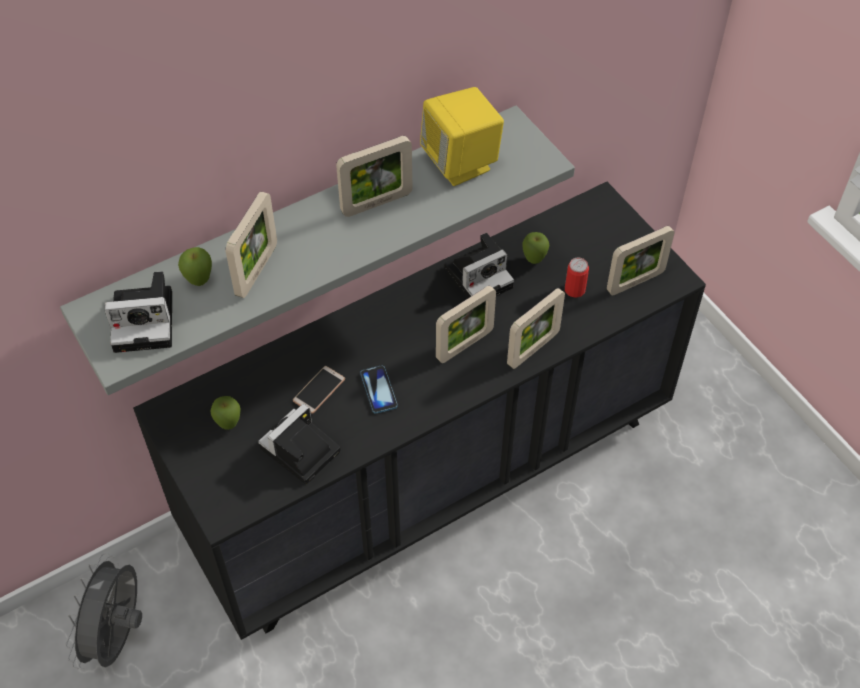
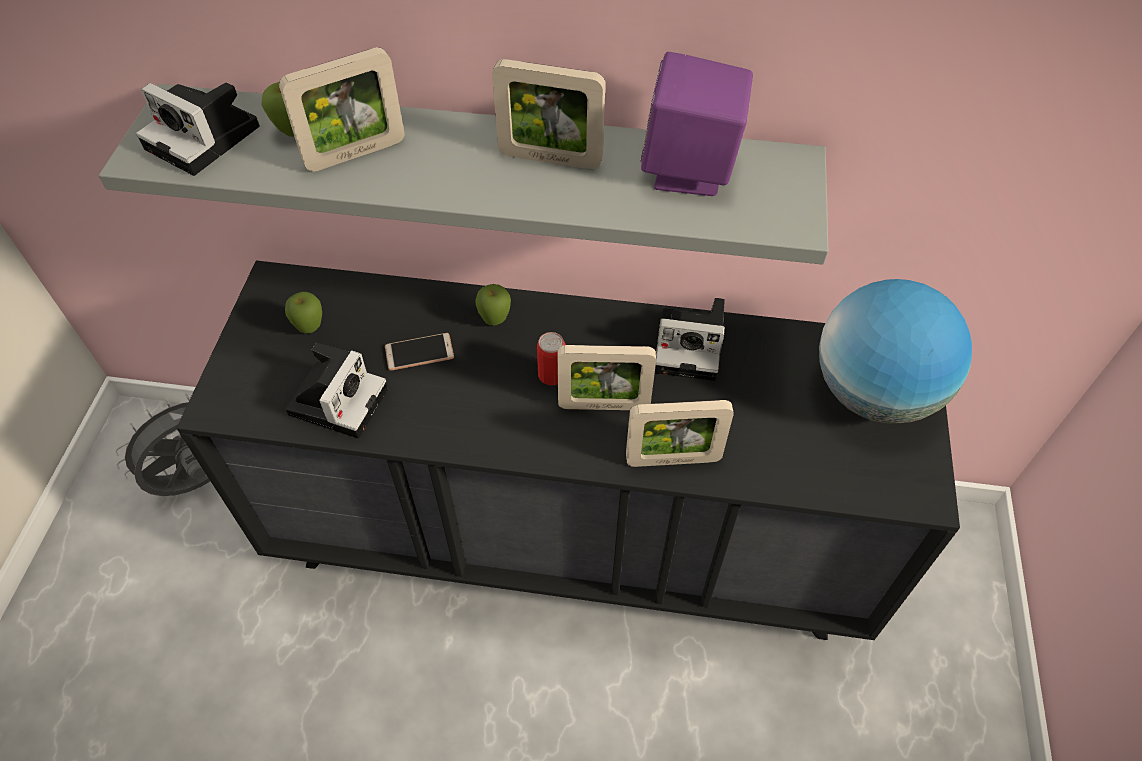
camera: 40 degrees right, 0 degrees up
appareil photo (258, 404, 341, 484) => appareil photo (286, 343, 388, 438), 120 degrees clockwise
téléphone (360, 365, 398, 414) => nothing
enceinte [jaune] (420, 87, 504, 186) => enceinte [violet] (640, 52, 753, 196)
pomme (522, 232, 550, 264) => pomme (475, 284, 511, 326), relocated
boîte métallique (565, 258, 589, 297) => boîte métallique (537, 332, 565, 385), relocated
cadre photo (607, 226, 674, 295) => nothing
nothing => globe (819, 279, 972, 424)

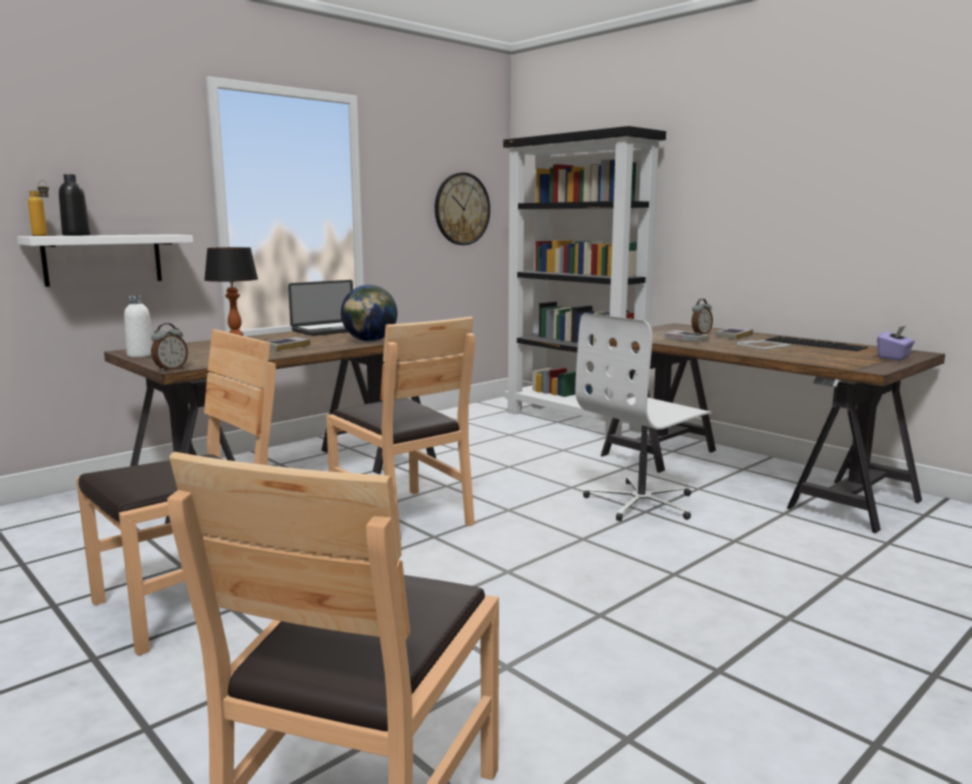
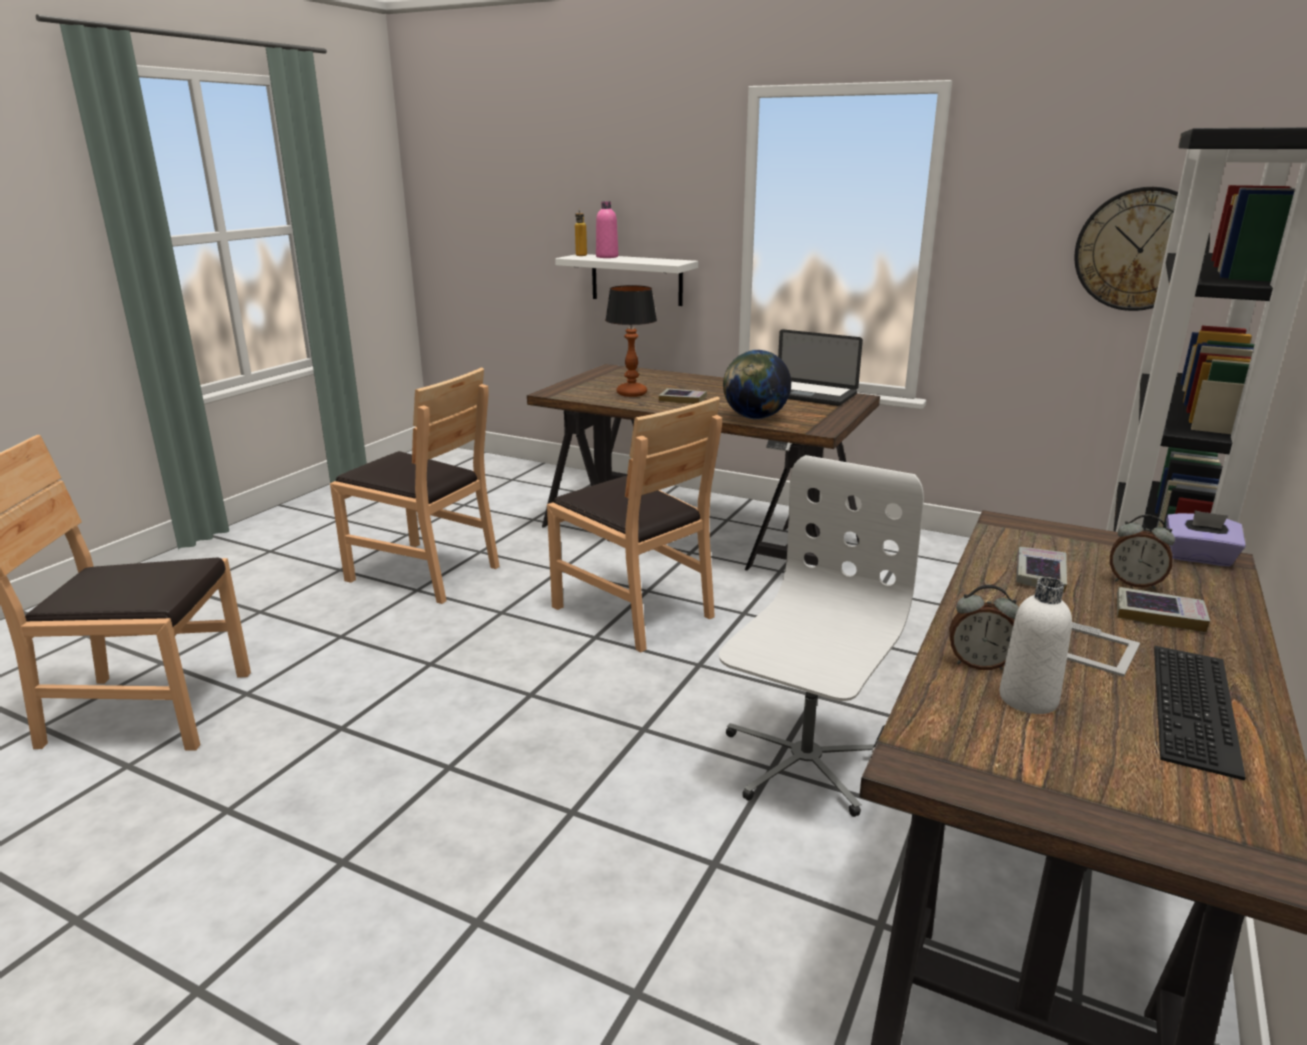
camera: 70 degrees right, 10 degrees up
bouteille [noir] (59, 174, 91, 236) => bouteille [rose] (596, 201, 618, 258)
bouteille [blanc] (124, 295, 153, 358) => bouteille [blanc] (999, 577, 1072, 714), relocated
réveil (151, 323, 188, 372) => réveil (949, 585, 1019, 670), relocated
chaise [marron] (326, 316, 475, 547) => chaise [marron] (547, 397, 722, 652), 75 degrees counterclockwise
chaise de bureau [blanc] (575, 313, 712, 521) => chaise de bureau [blanc] (719, 455, 924, 817), 90 degrees clockwise
boîte à mouchoirs [violet] (877, 326, 915, 360) => boîte à mouchoirs [violet] (1166, 510, 1246, 567), relocated

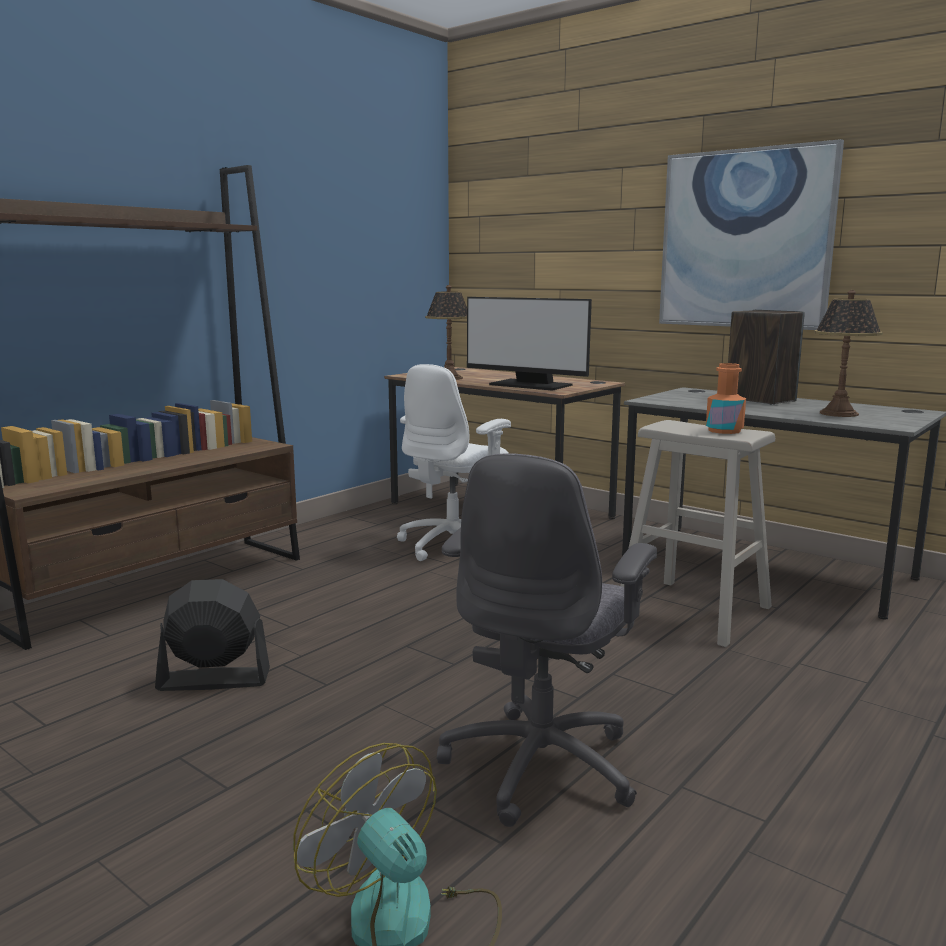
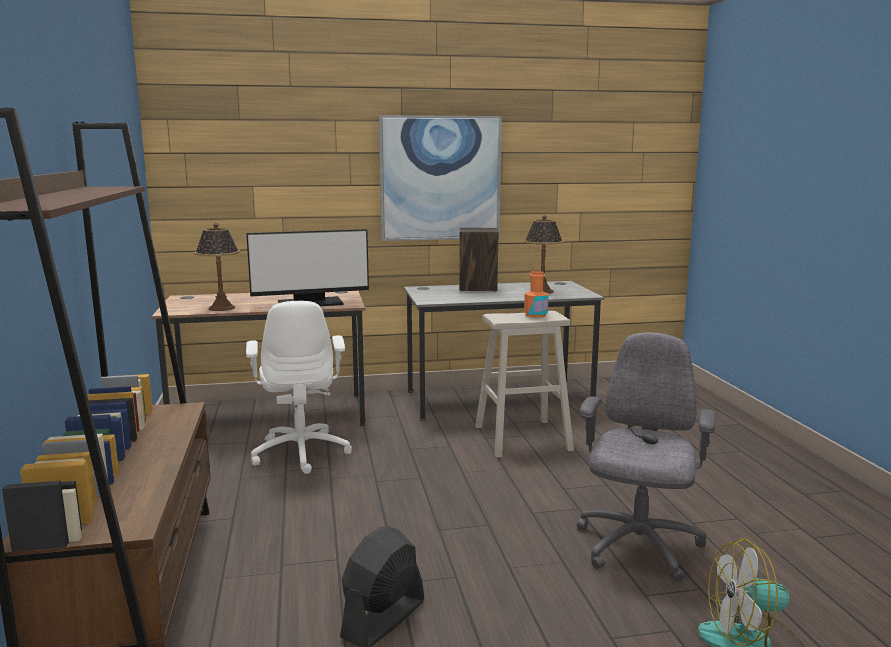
camera: 50 degrees left, 0 degrees up
chaise de bureau [gris] (437, 453, 657, 827) => chaise de bureau [gris] (576, 333, 716, 582), 135 degrees counterclockwise

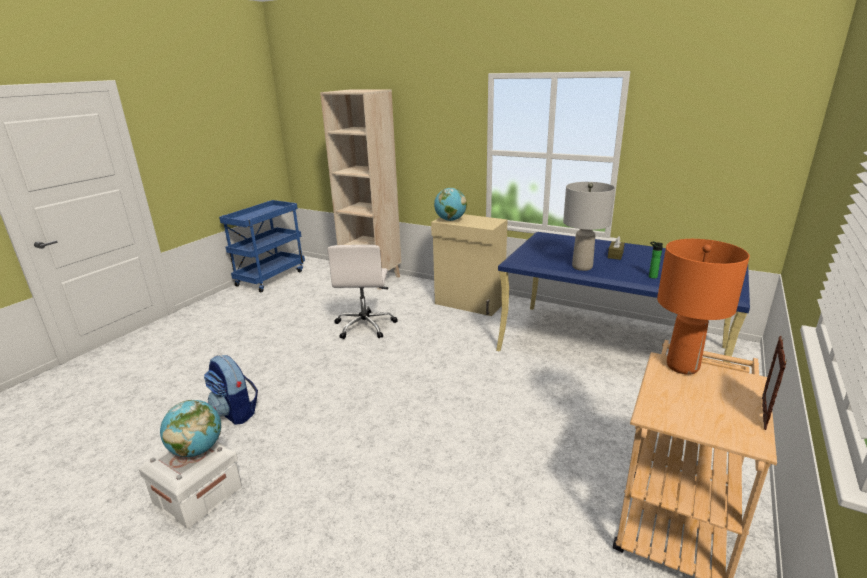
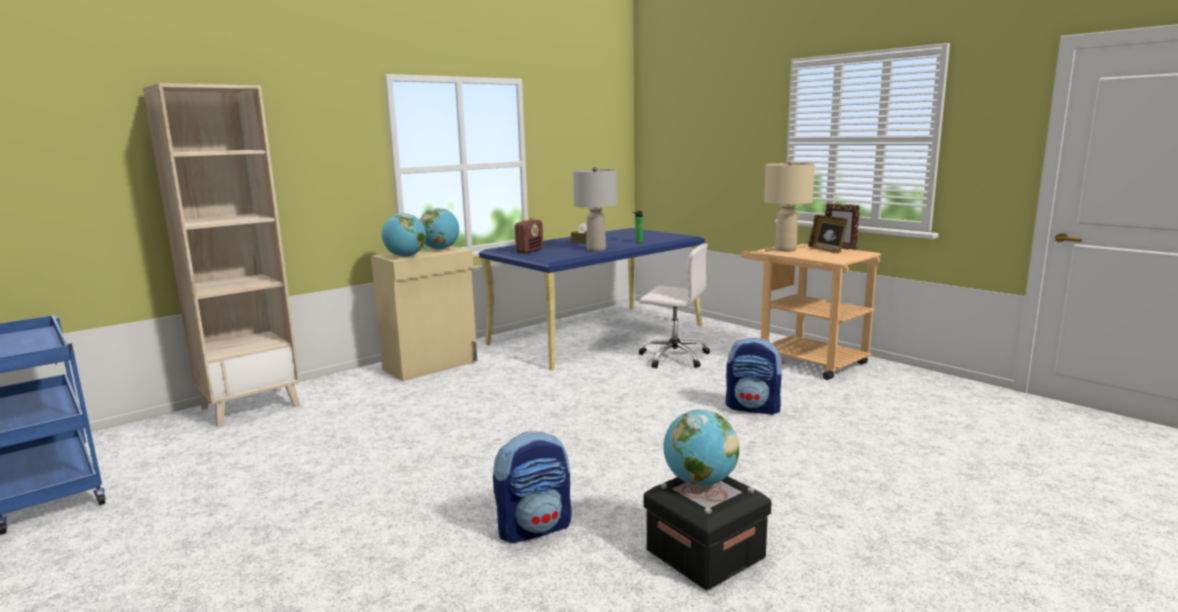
camera: 70 degrees left, 10 degrees down
boîte de rangement [blanc] (138, 441, 242, 528) => boîte de rangement [noir] (643, 476, 771, 590)
chaise de bureau [blanc] (327, 245, 398, 339) => chaise de bureau [blanc] (639, 243, 710, 368), relocated
lampe de table [orange] (657, 239, 750, 375) => lampe de table [beige] (764, 160, 815, 252)
nothing => globe (419, 208, 459, 250)
nothing => radio (515, 218, 543, 253)
nothing => sac à dos (726, 338, 785, 415)
nothing => cadre photo (808, 215, 848, 254)

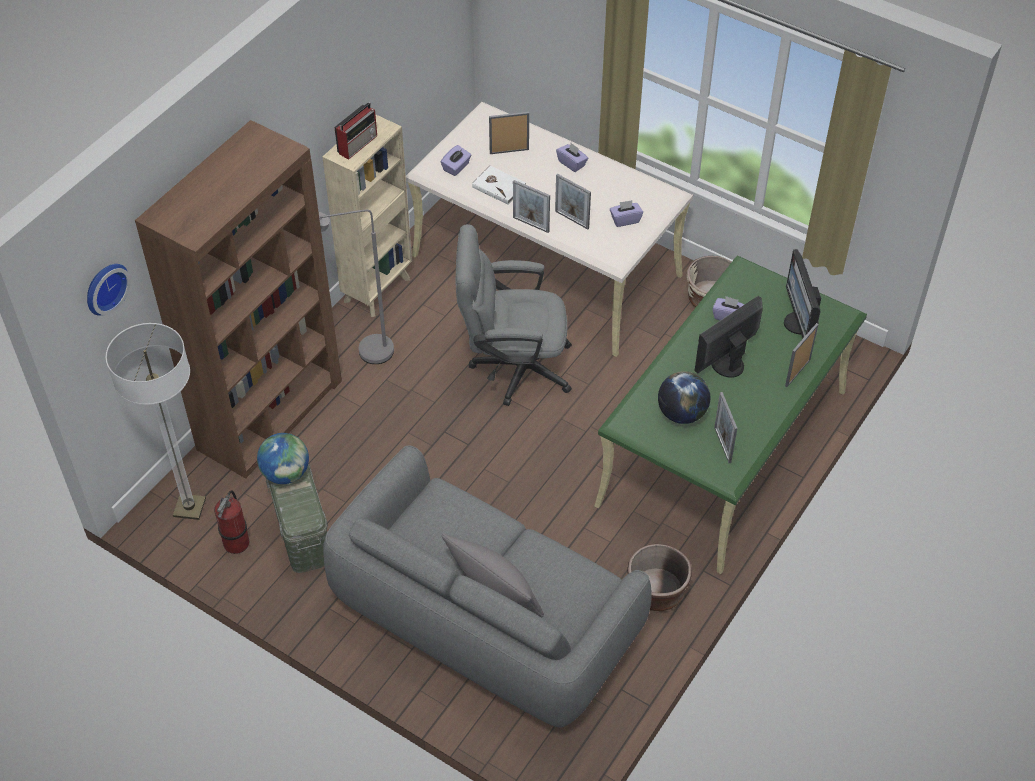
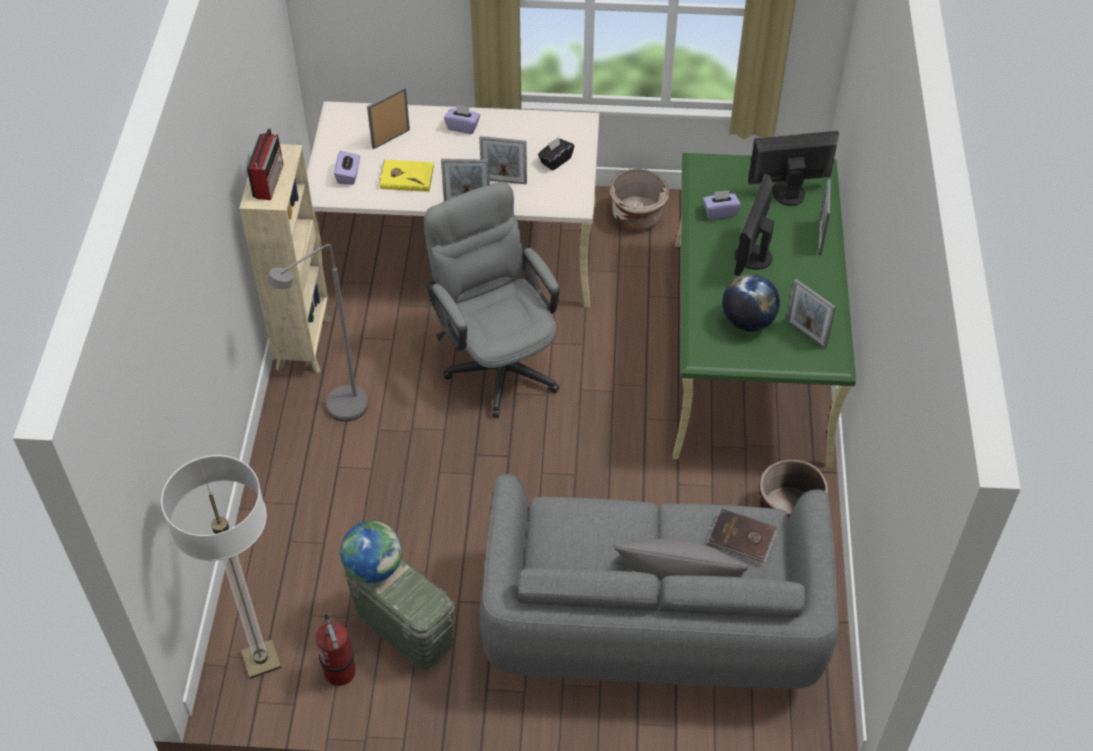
camera: 30 degrees left, 0 degrees up
horloge murale (87, 264, 131, 316) => nothing
bibliothèque [marron] (135, 120, 342, 479) => nothing
chaise de bureau [gris] (456, 224, 572, 406) => chaise de bureau [gris] (424, 181, 560, 418), 90 degrees clockwise
livre [blanc] (472, 165, 526, 205) => livre [jaune] (378, 160, 435, 192)
boîte à mouchoirs [violet] (610, 200, 643, 227) => boîte à mouchoirs [noir] (538, 137, 574, 171)
écran d'ordinateur (784, 249, 821, 338) => écran d'ordinateur (748, 131, 839, 206), 120 degrees clockwise
nothing => livre [marron] (707, 509, 777, 565)

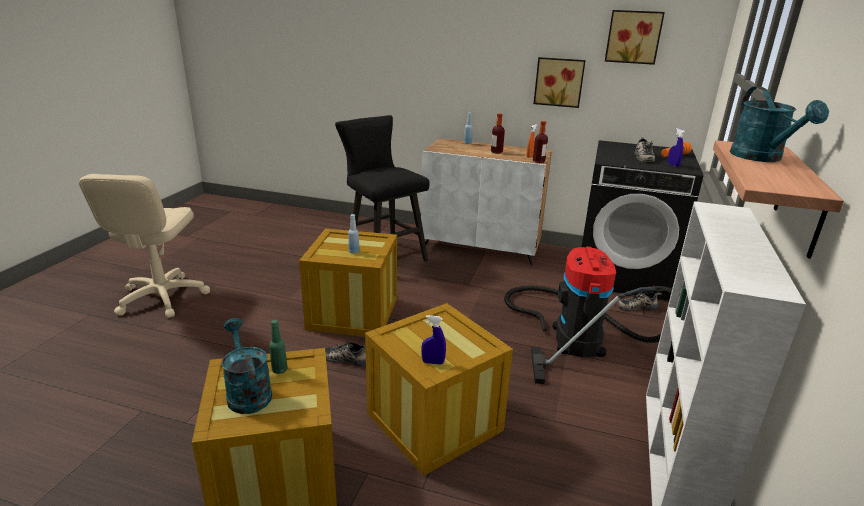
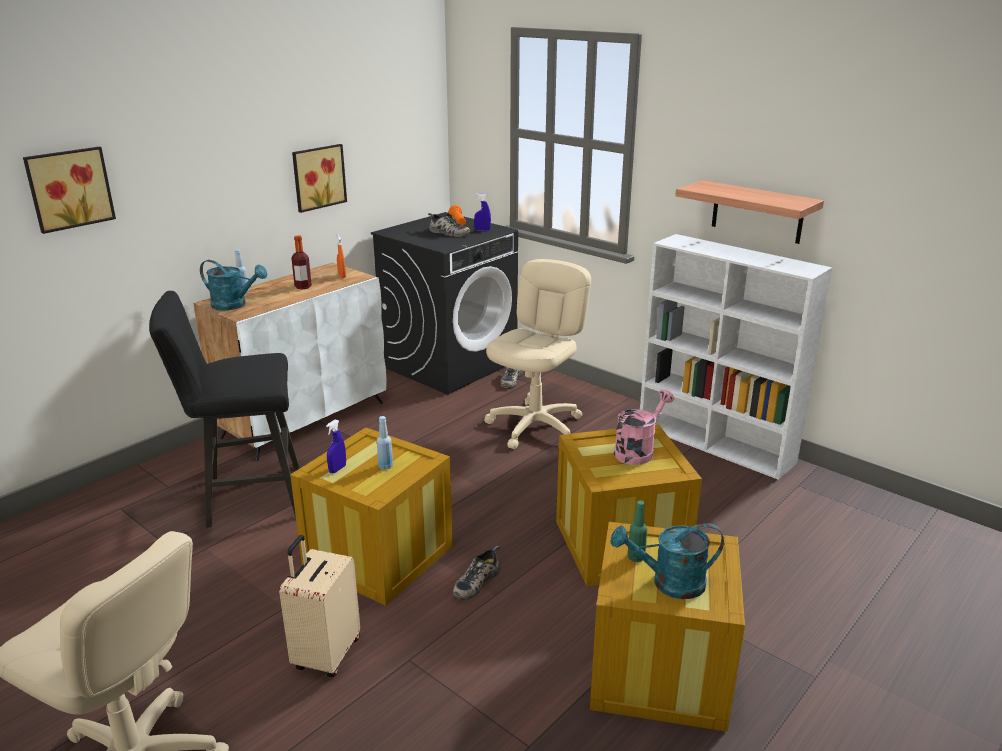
camera: 65 degrees left, 0 degrees up
vaporisateur [bleu] (422, 315, 446, 365) => vaporisateur [bleu] (326, 419, 346, 473), relocated
aspirateur (504, 247, 672, 384) => chaise de bureau [beige] (484, 259, 591, 449)
bouteille (533, 121, 548, 163) => nothing
tableau (605, 10, 665, 65) => tableau (23, 147, 116, 234), relocated
arrosoir [turquoise] (730, 86, 829, 162) => arrosoir [turquoise] (200, 260, 267, 310), relocated
nothing => valise [beige] (279, 535, 360, 677)
nothing => arrosoir [rose] (614, 390, 674, 465)

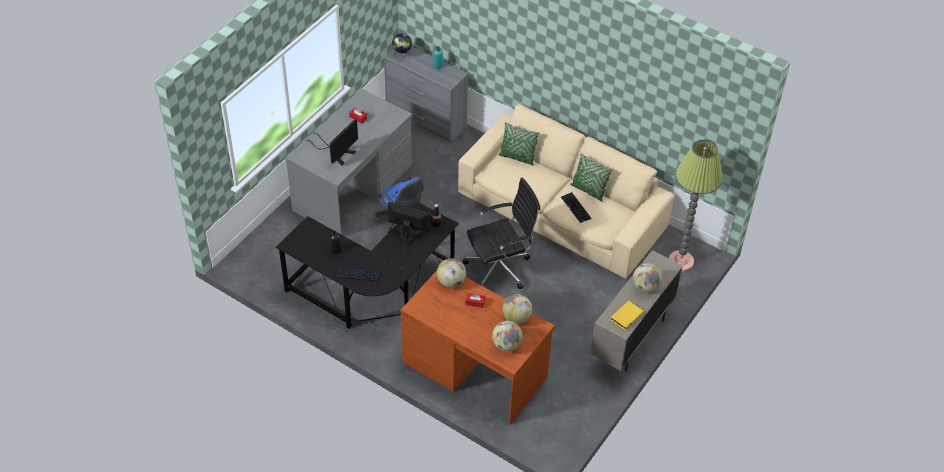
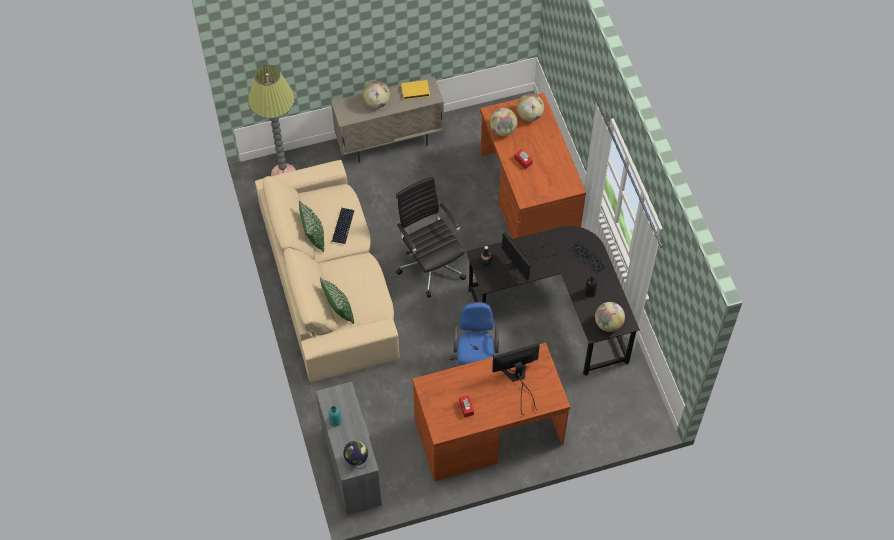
camera: 140 degrees left, 10 degrees up
bureau [gris] (285, 89, 412, 235) => bureau [marron] (412, 343, 570, 481)
globe (437, 258, 466, 288) => globe (595, 302, 625, 332), relocated
chaise de bureau [noir] (463, 177, 540, 289) => chaise de bureau [noir] (396, 177, 466, 298), 45 degrees clockwise

